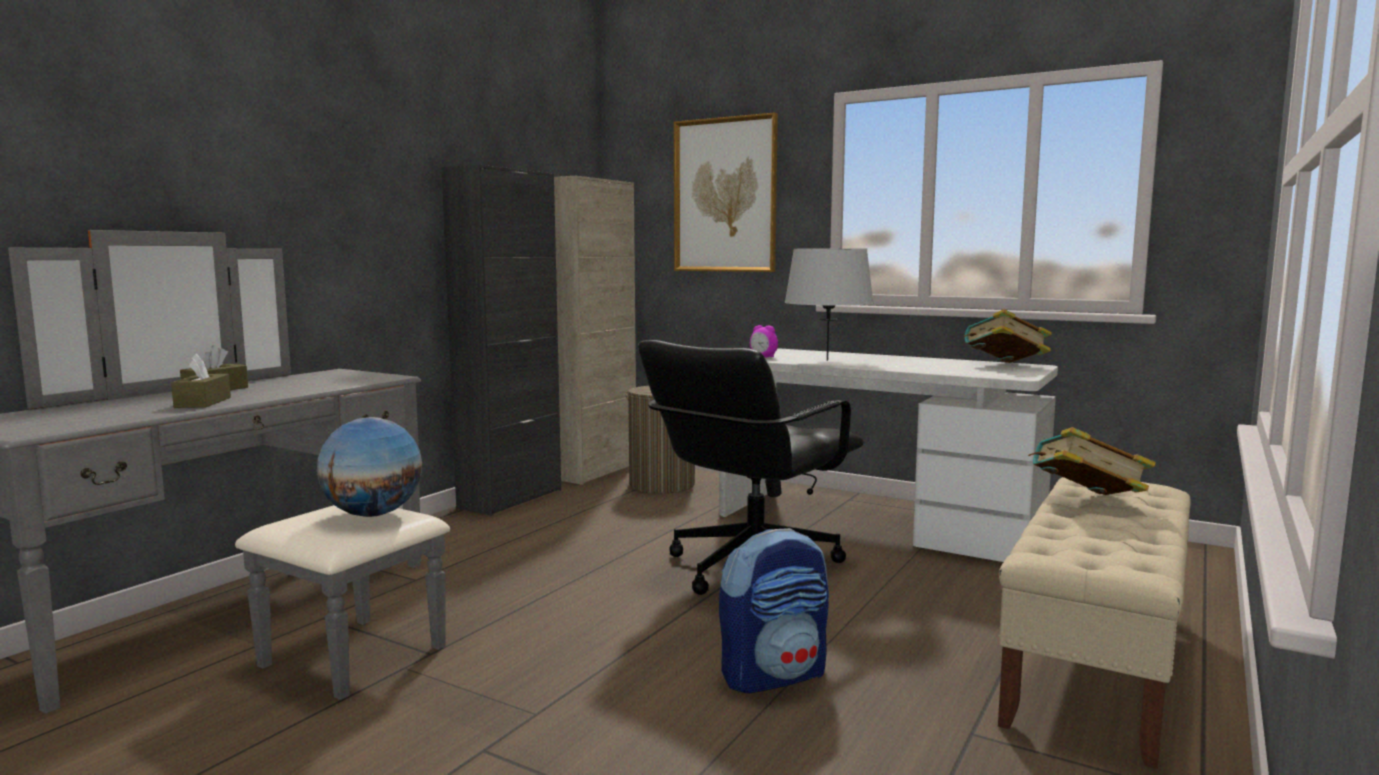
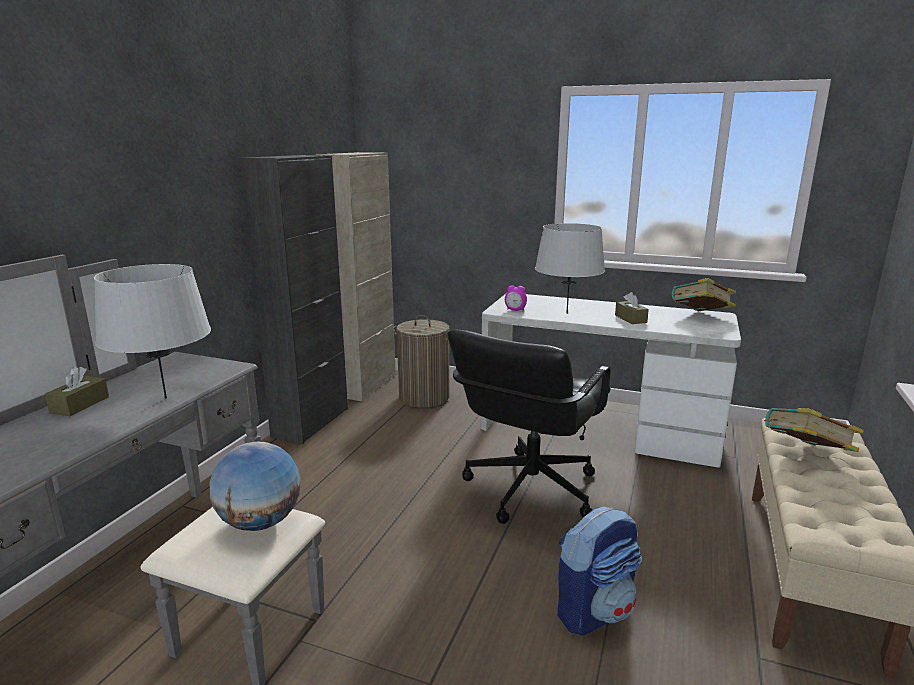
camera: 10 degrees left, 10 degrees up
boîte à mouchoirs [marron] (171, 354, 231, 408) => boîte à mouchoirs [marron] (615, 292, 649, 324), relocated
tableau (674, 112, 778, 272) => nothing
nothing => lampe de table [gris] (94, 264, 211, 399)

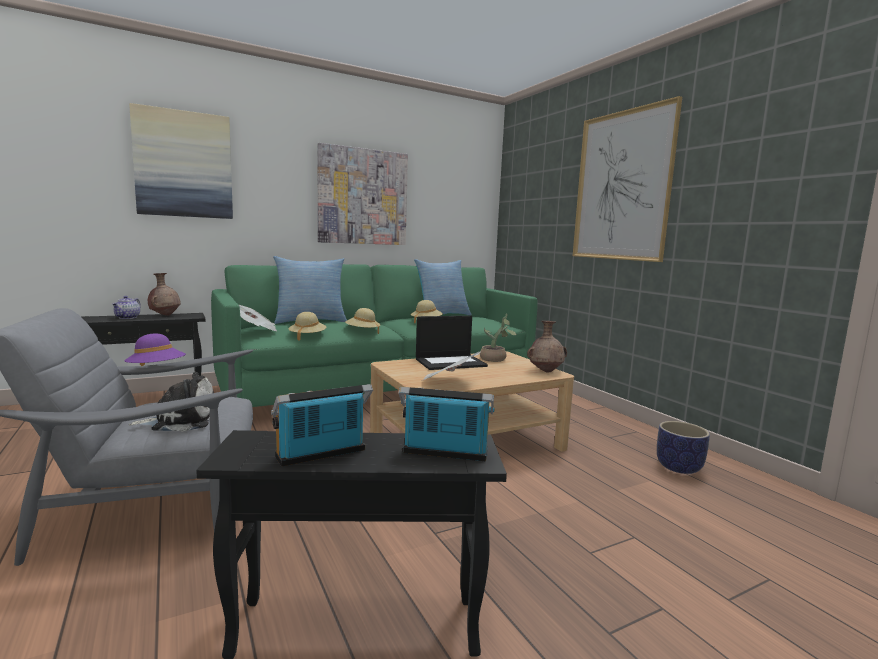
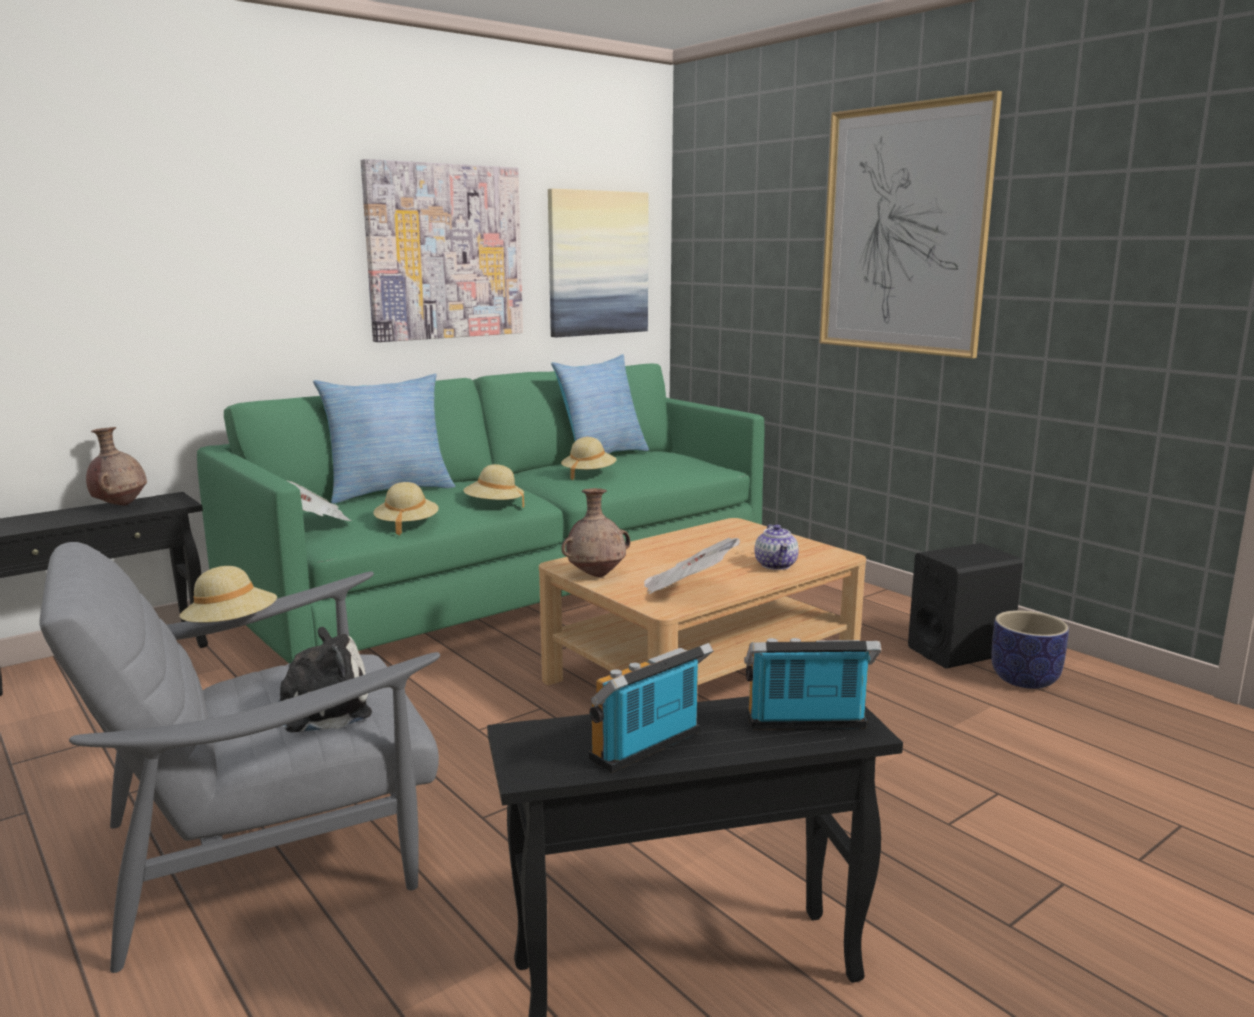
camera: 10 degrees left, 5 degrees up
théière (112, 296, 141, 319) => théière (755, 524, 799, 570), relocated
chapeau [violet] (124, 334, 186, 366) => chapeau [beige] (180, 566, 277, 623)
tableau (129, 103, 233, 219) => tableau (548, 189, 649, 337), relocated
ordinateur portable (416, 316, 488, 370) => nothing
plante en pot (480, 314, 517, 362) => nothing
vase [marron] (527, 321, 567, 373) => vase [marron] (561, 488, 630, 577), relocated
nothing => enceinte [noir] (908, 543, 1023, 669)

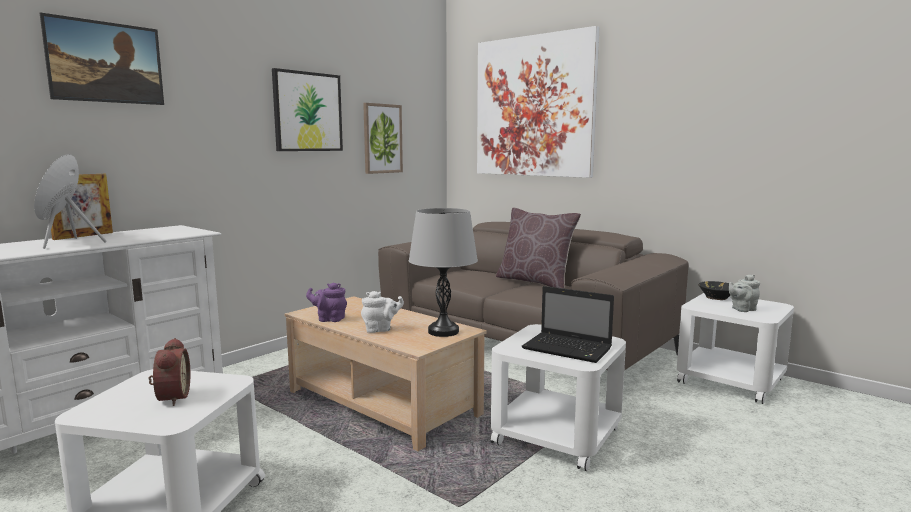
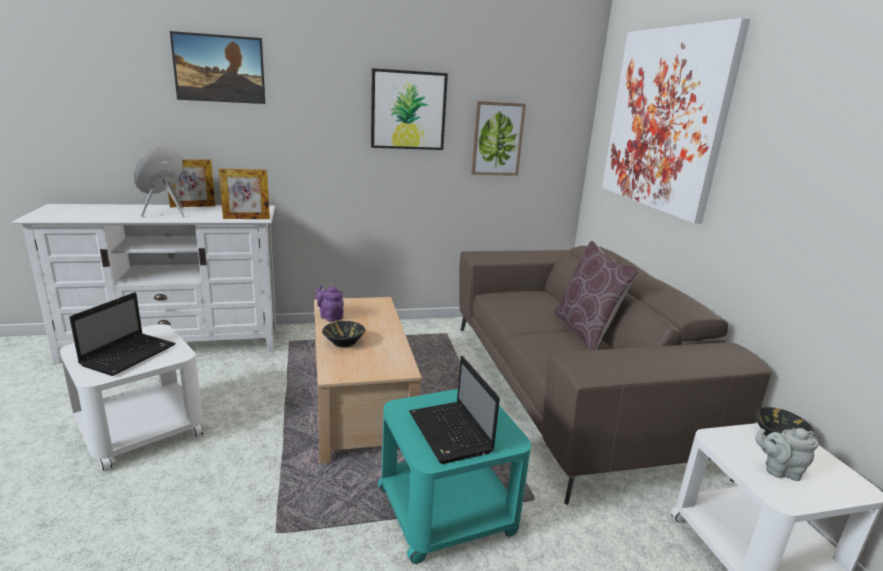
camera: 35 degrees right, 10 degrees up
réveil (149, 338, 190, 406) => ordinateur portable (69, 292, 176, 376)
théière [blanc] (361, 291, 404, 333) => bol [noir] (322, 321, 365, 348)
lampe de table [gris] (409, 208, 478, 337) => nothing
table d'appoint [blanc] (491, 324, 626, 471) => table d'appoint [turquoise] (378, 389, 531, 564)
nothing => cadre photo (219, 169, 270, 219)

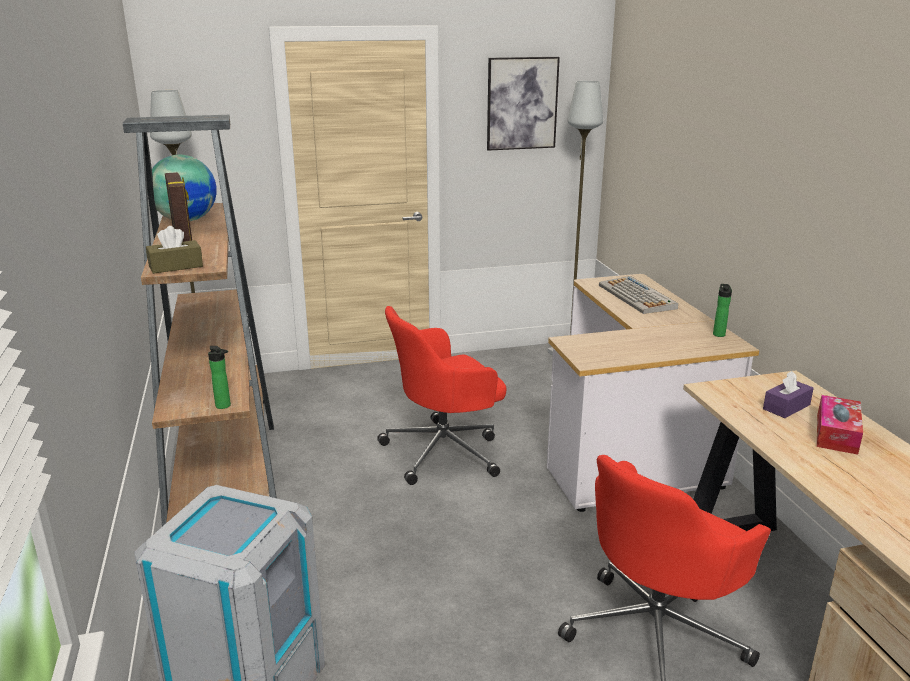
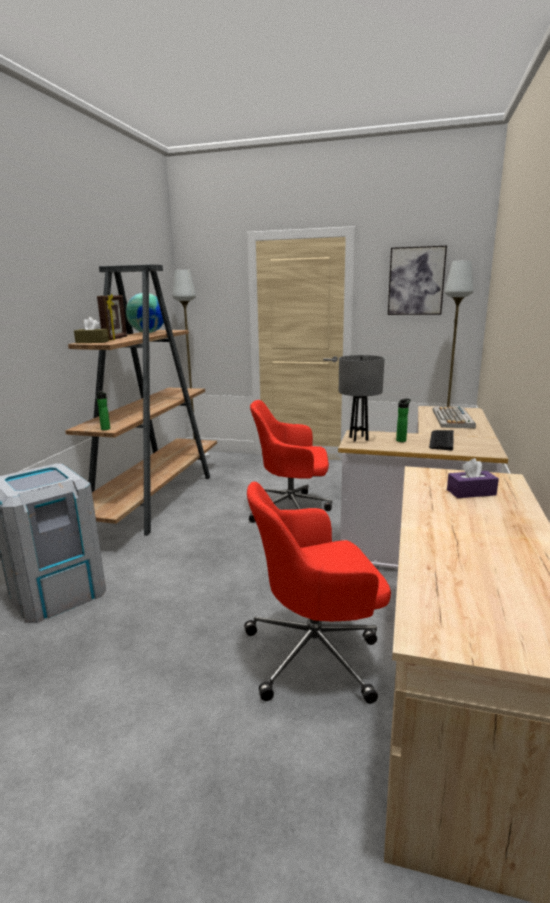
camera: 30 degrees right, 5 degrees down
bouteille (713, 284, 732, 337) => bouteille (396, 398, 411, 442), relocated
boîte à mouchoirs (817, 395, 863, 455) => nothing
nothing => lampe de table [gris] (339, 355, 385, 442)
nothing => clavier (429, 430, 454, 450)

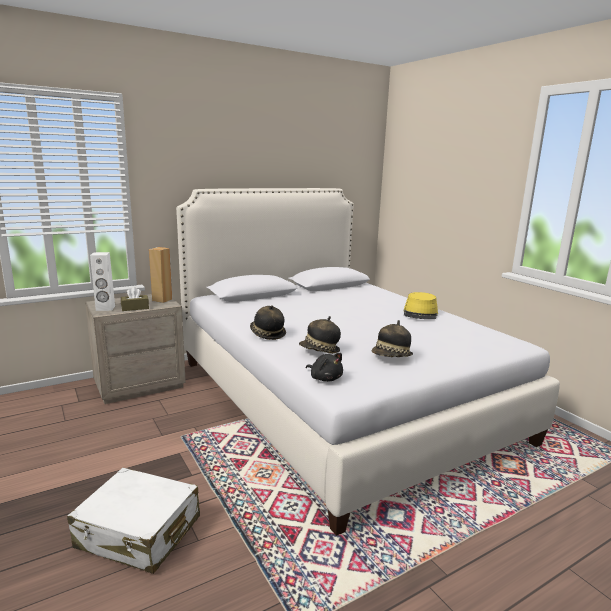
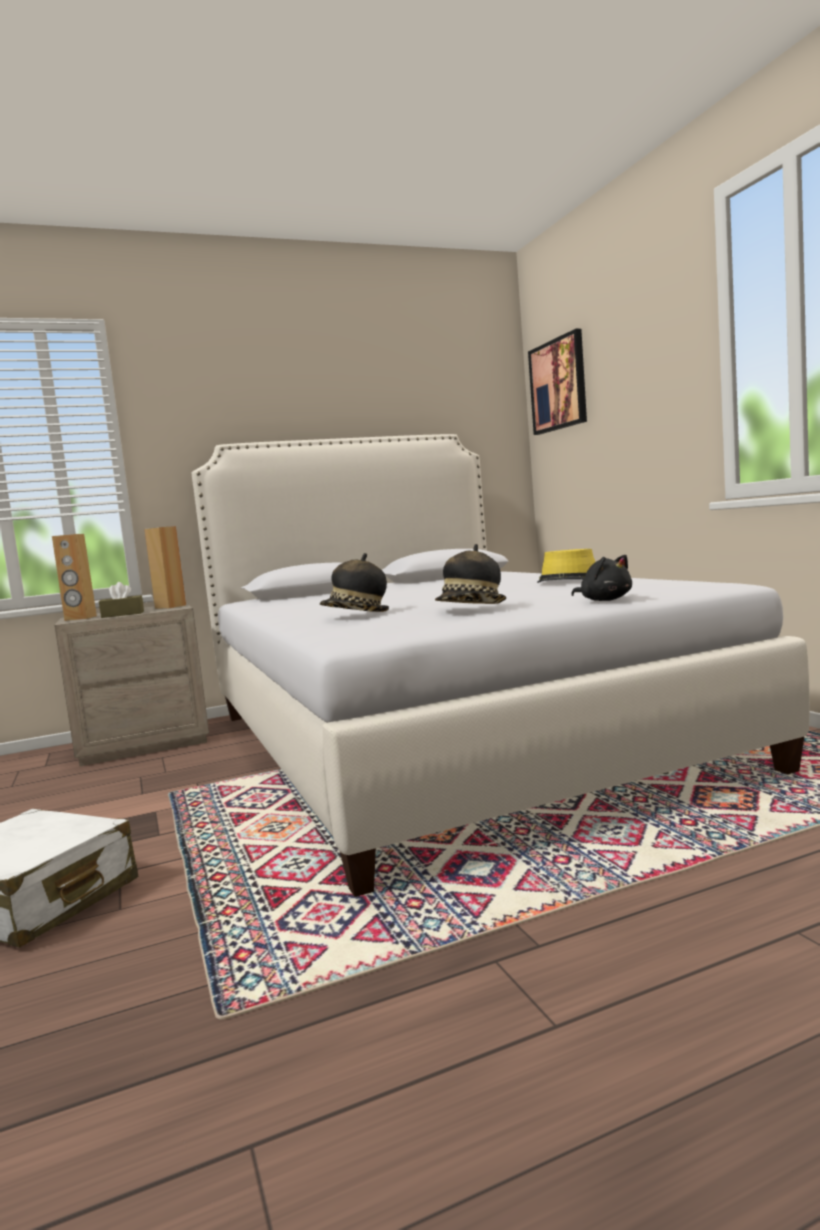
camera: 10 degrees right, 10 degrees down
enceinte [blanc] (90, 252, 115, 311) => enceinte [marron] (52, 534, 97, 621)
chapeau (250, 305, 286, 340) => nothing
peluche [noir] (306, 353, 343, 382) => peluche [noir] (571, 555, 632, 601), relocated
nothing => tableau (528, 329, 587, 435)

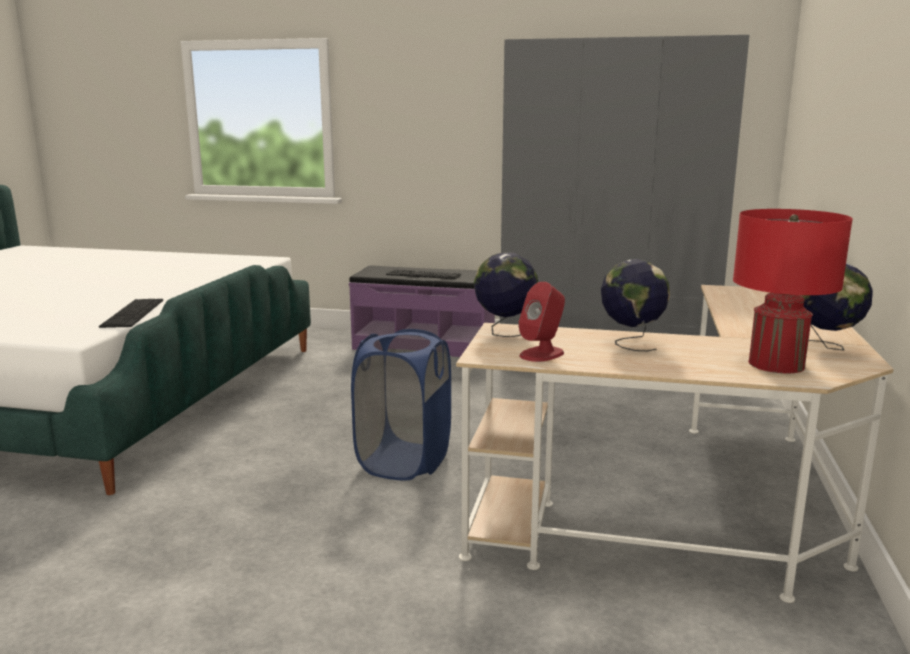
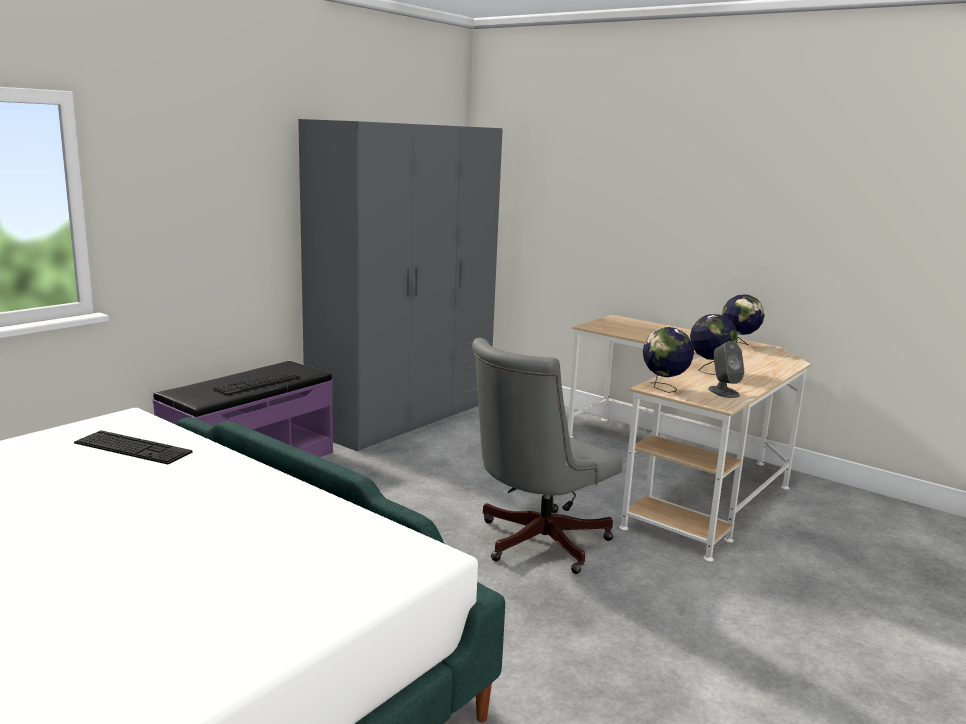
camera: 65 degrees left, 0 degrees up
clavier (99, 299, 163, 328) => clavier (74, 430, 193, 465), relocated
panier à linge [bleu] (351, 329, 451, 481) => chaise de bureau [gris] (472, 338, 622, 574)
enceinte [rouge] (519, 282, 565, 362) => enceinte [gris] (708, 341, 744, 398)
lampe de table [rouge] (733, 209, 853, 373) => nothing

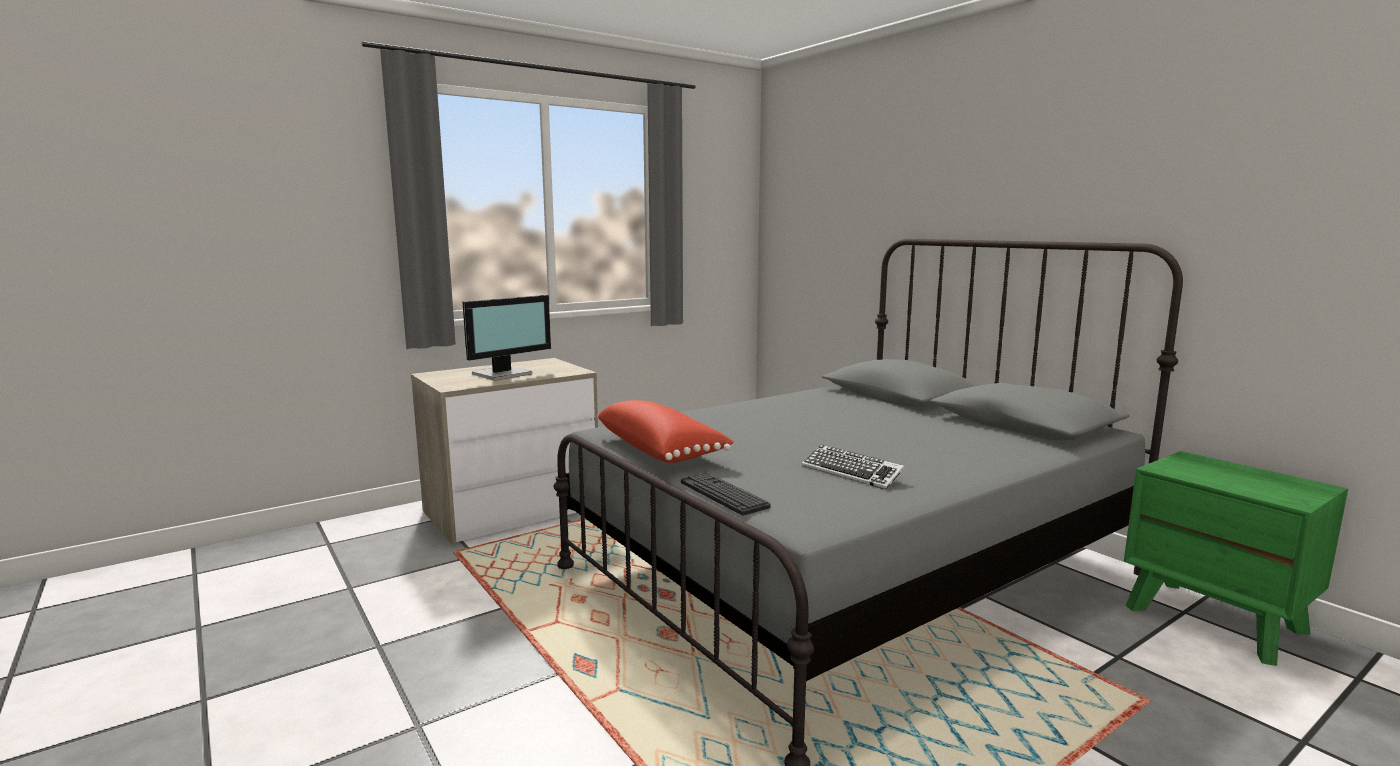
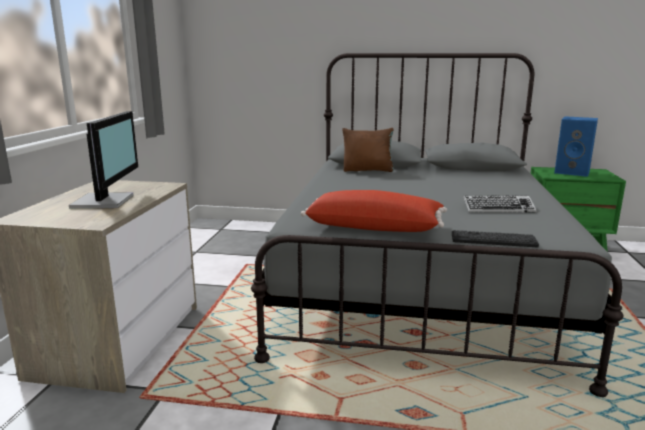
camera: 45 degrees left, 5 degrees up
nothing => coussin [marron] (342, 128, 394, 172)
nothing => enceinte [bleu] (554, 116, 598, 177)

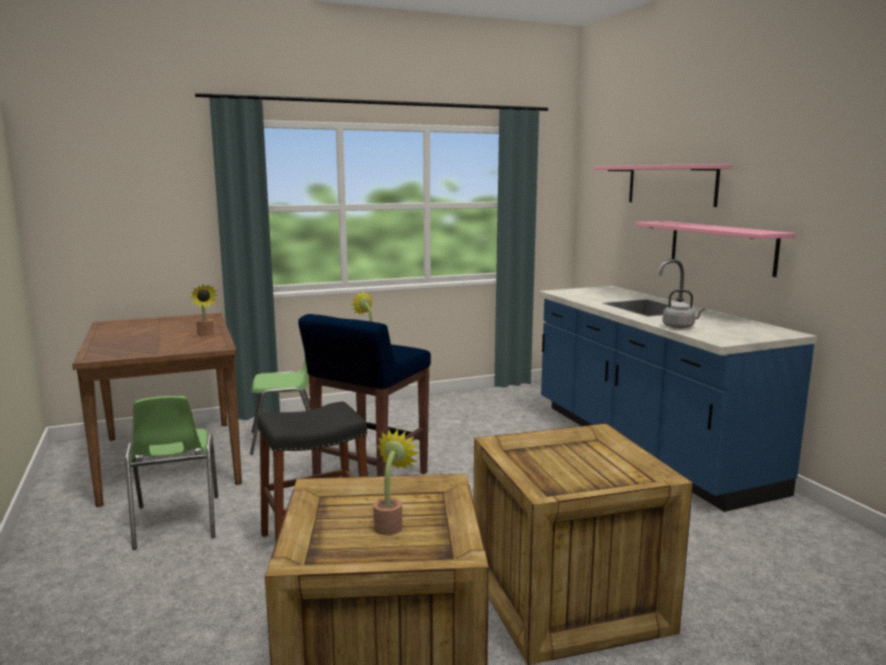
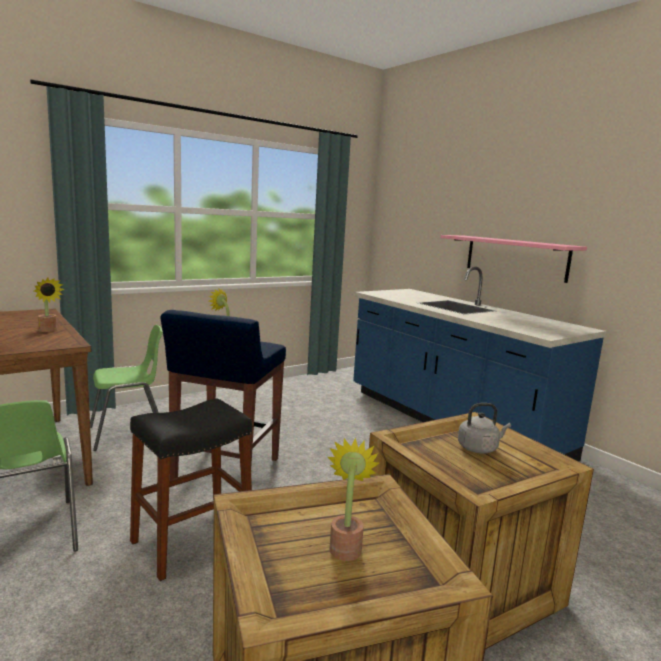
camera: 15 degrees left, 0 degrees up
étagère [rose] (594, 164, 732, 207) => nothing
bouilloire [gris] (662, 290, 705, 329) => bouilloire [gris] (458, 403, 511, 454), relocated

